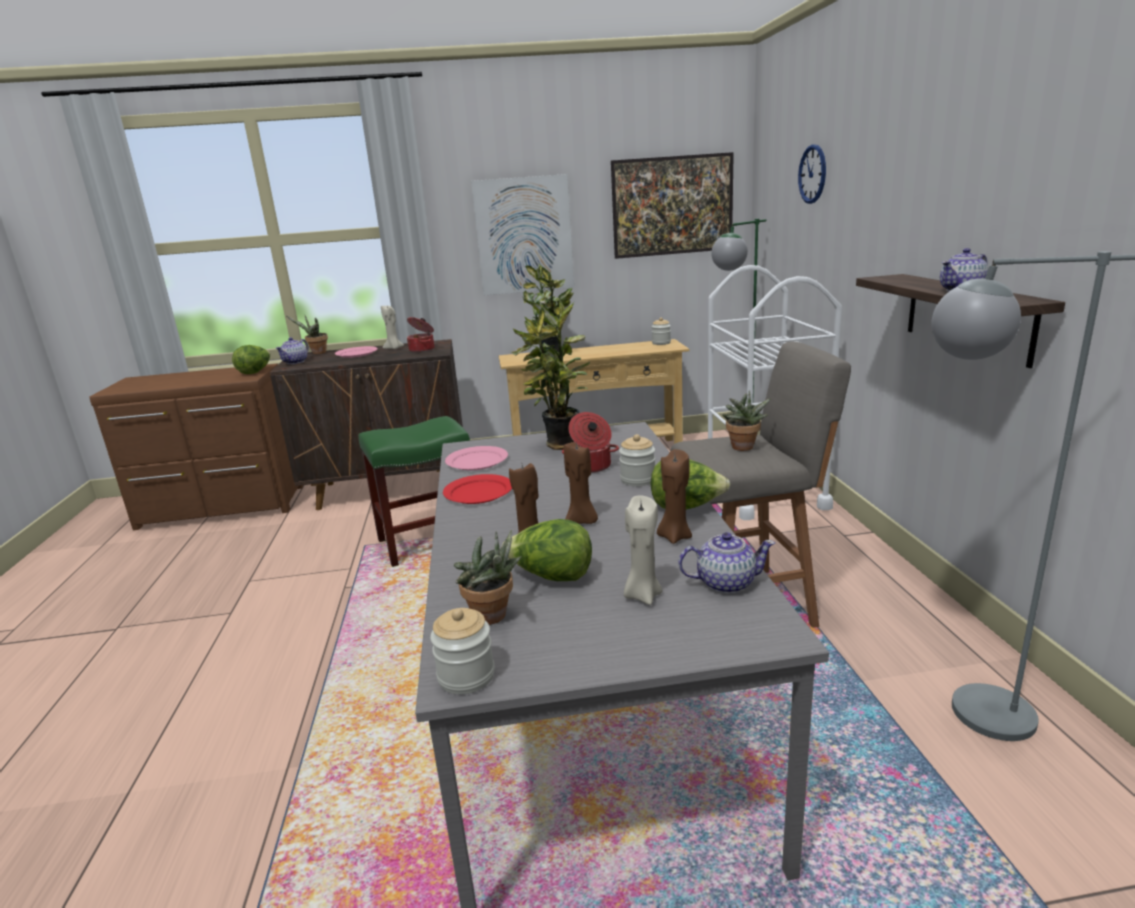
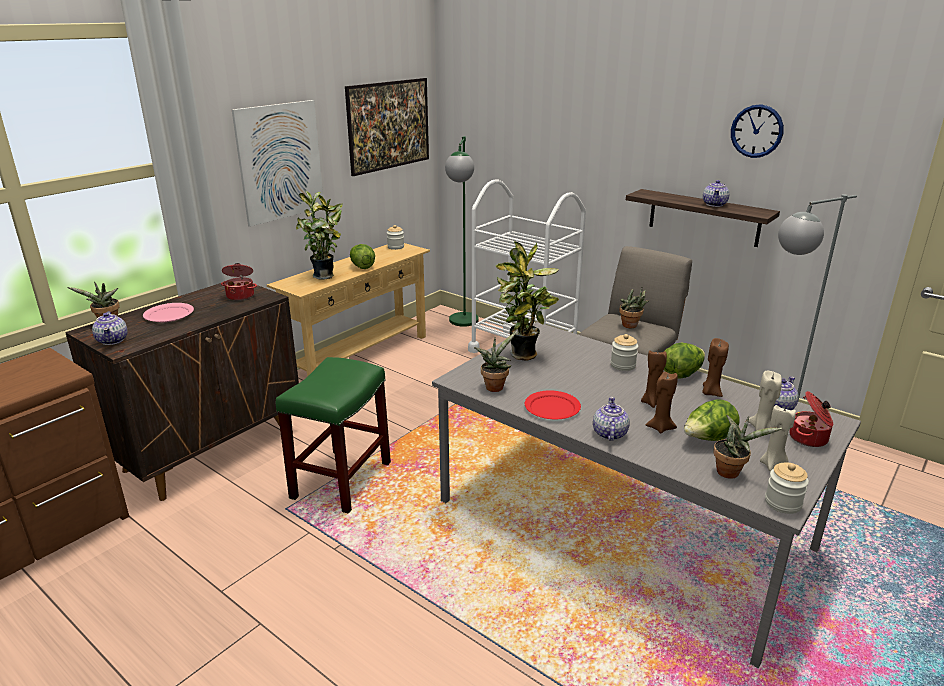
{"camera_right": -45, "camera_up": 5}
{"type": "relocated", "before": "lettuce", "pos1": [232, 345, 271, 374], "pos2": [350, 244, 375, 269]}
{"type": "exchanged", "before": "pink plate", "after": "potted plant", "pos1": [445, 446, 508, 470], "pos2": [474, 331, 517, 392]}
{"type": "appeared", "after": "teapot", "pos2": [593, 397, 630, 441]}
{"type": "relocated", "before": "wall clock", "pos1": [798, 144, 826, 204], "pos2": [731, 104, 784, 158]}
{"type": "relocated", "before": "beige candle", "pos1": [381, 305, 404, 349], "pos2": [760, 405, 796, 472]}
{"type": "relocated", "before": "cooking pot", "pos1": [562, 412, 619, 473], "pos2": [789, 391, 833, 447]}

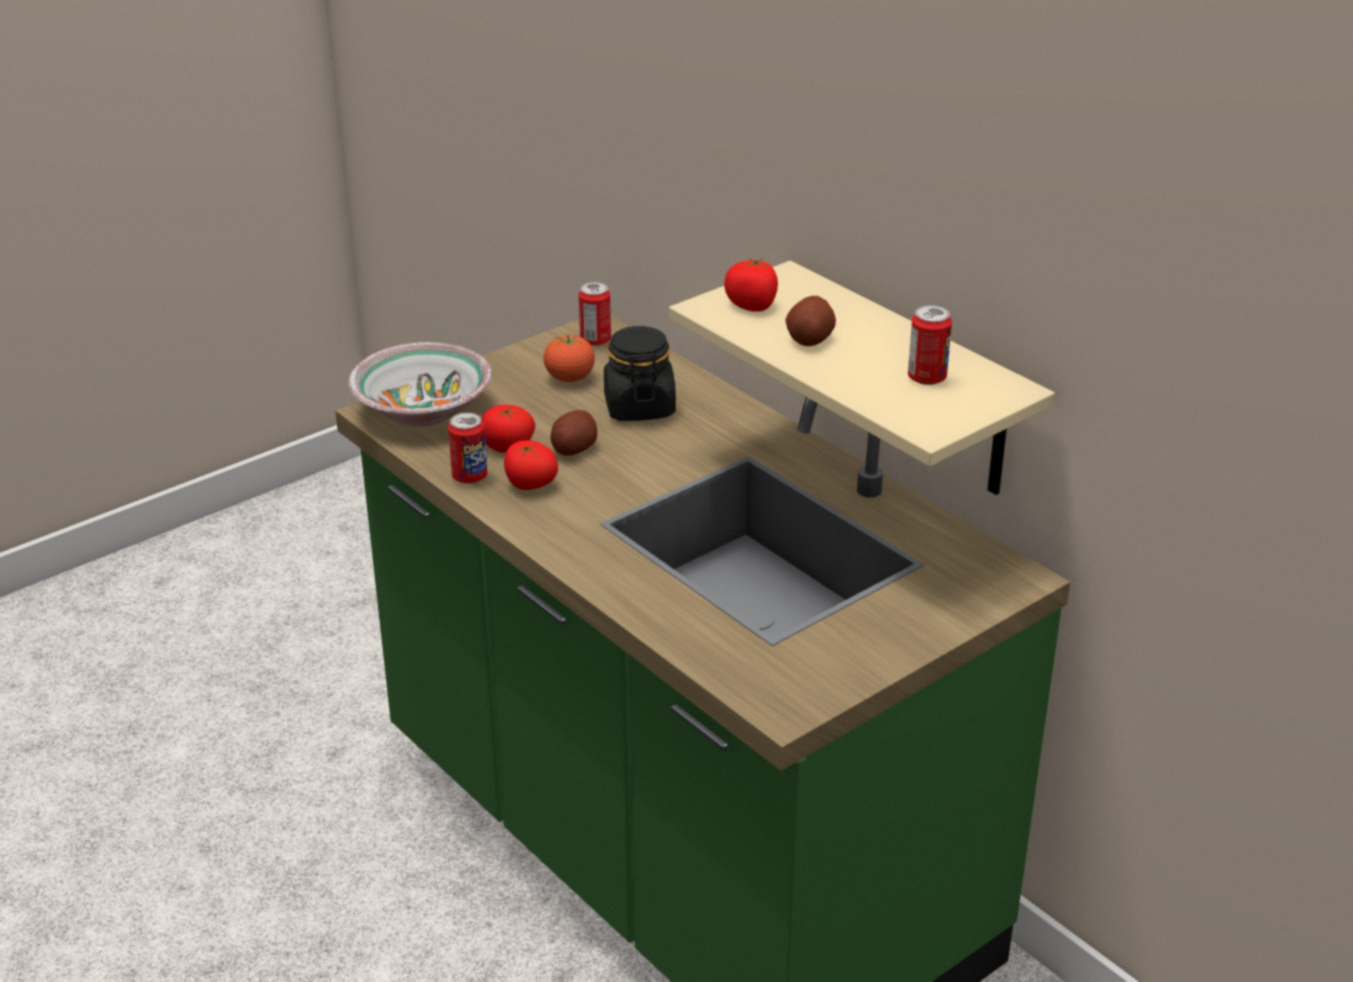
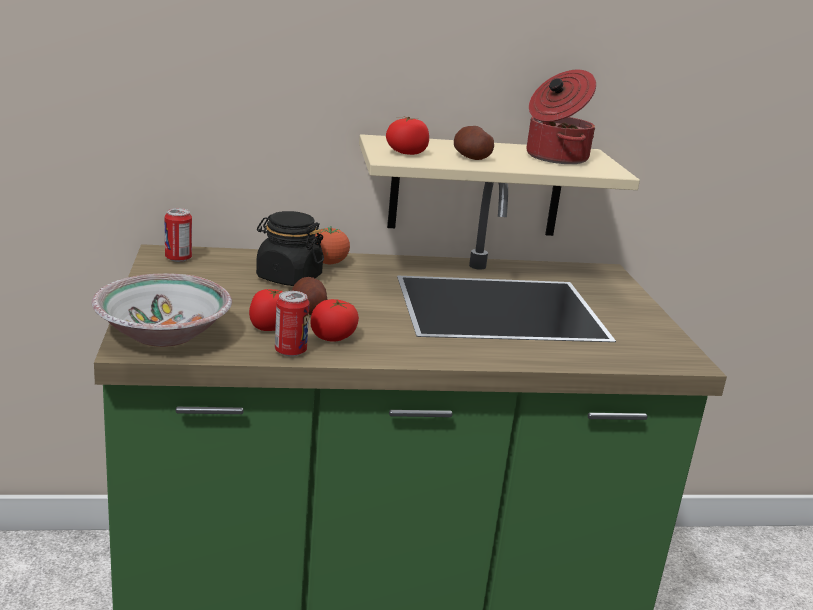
{"camera_right": -60, "camera_up": -10}
{"type": "relocated", "before": "tomato", "pos1": [544, 334, 595, 382], "pos2": [315, 227, 350, 264]}
{"type": "exchanged", "before": "can", "after": "cooking pot", "pos1": [908, 305, 952, 385], "pos2": [527, 70, 596, 164]}

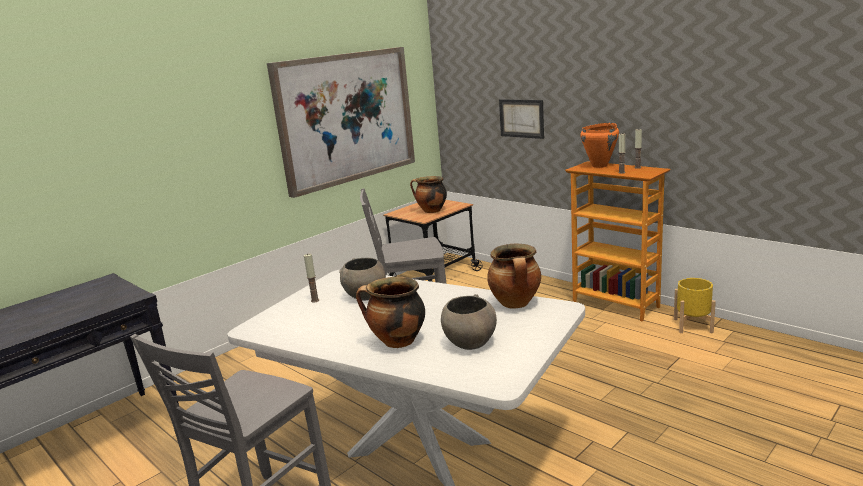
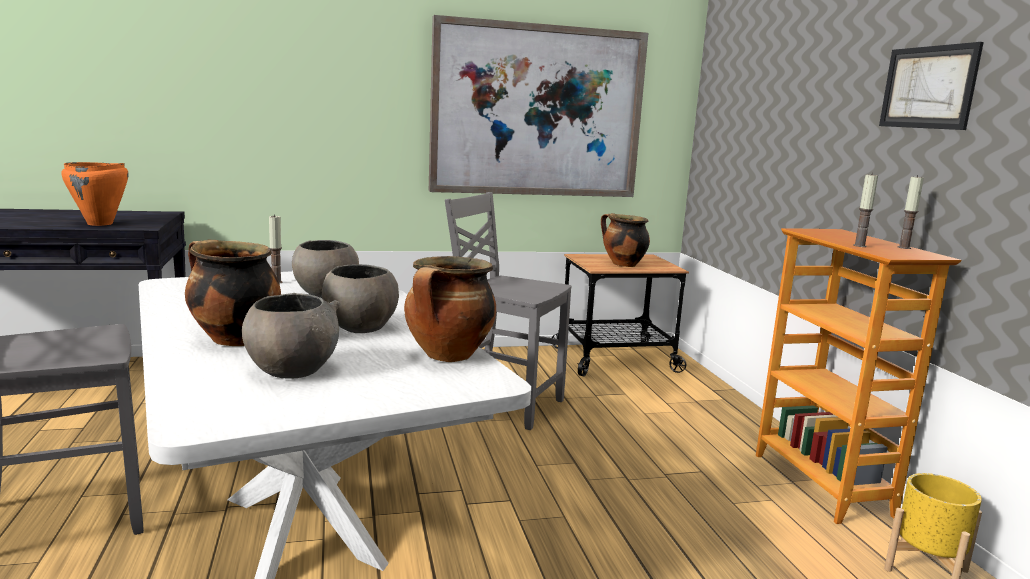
{"camera_right": 30, "camera_up": -5}
{"type": "relocated", "before": "orange cooking pot", "pos1": [580, 123, 619, 168], "pos2": [61, 162, 129, 226]}
{"type": "appeared", "after": "grey bowl", "pos2": [322, 264, 399, 333]}
{"type": "relocated", "before": "picture", "pos1": [499, 99, 544, 139], "pos2": [879, 42, 984, 130]}

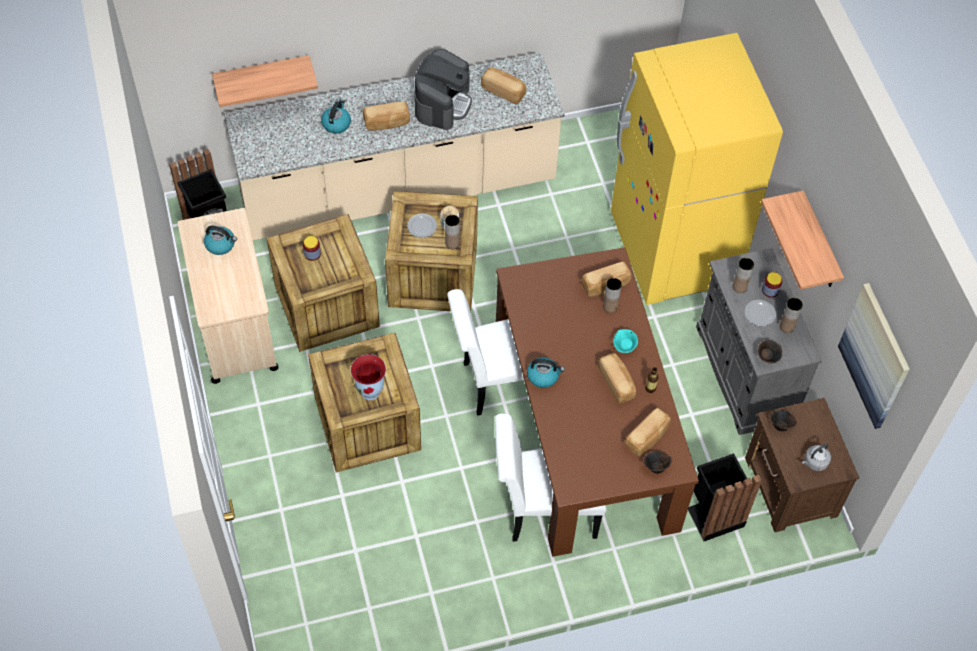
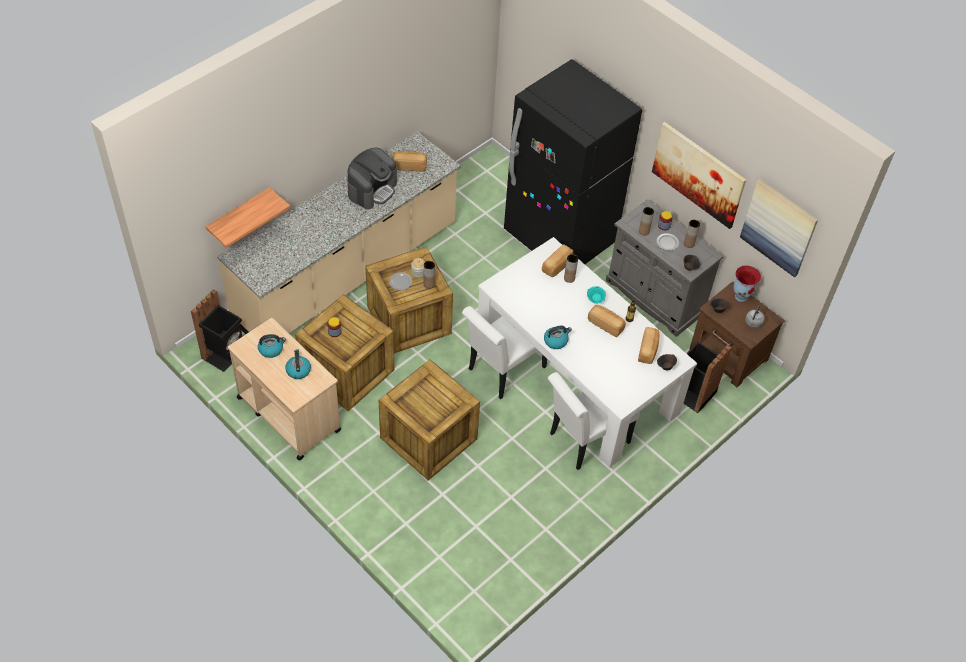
{"camera_right": -30, "camera_up": -5}
{"type": "relocated", "before": "kettle", "pos1": [321, 99, 351, 134], "pos2": [285, 349, 311, 379]}
{"type": "spun", "before": "coffee machine", "pos1": [414, 49, 472, 130], "pos2": [347, 148, 397, 209], "turn": 45}
{"type": "colour", "before": "brown dining table", "after": "white dining table", "pos1": [496, 247, 699, 557], "pos2": [478, 237, 697, 468]}
{"type": "colour", "before": "yellow fridge", "after": "black fridge", "pos1": [611, 33, 783, 305], "pos2": [504, 59, 642, 264]}
{"type": "exchanged", "before": "shelf", "after": "picture", "pos1": [761, 190, 844, 290], "pos2": [652, 122, 746, 229]}
{"type": "relocated", "before": "vase", "pos1": [351, 354, 386, 400], "pos2": [733, 265, 761, 302]}
{"type": "missing", "before": "bread", "pos1": [363, 101, 410, 131]}

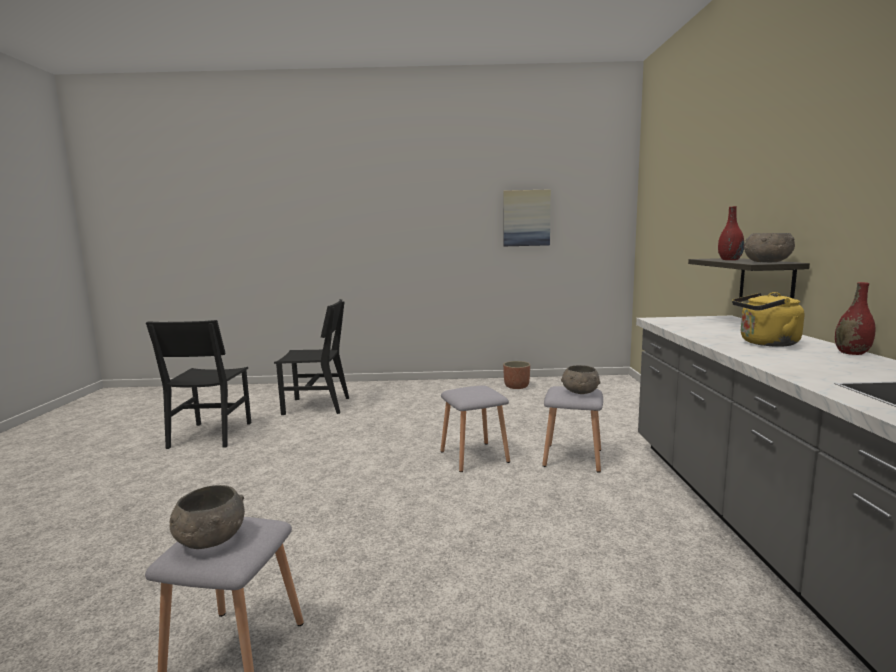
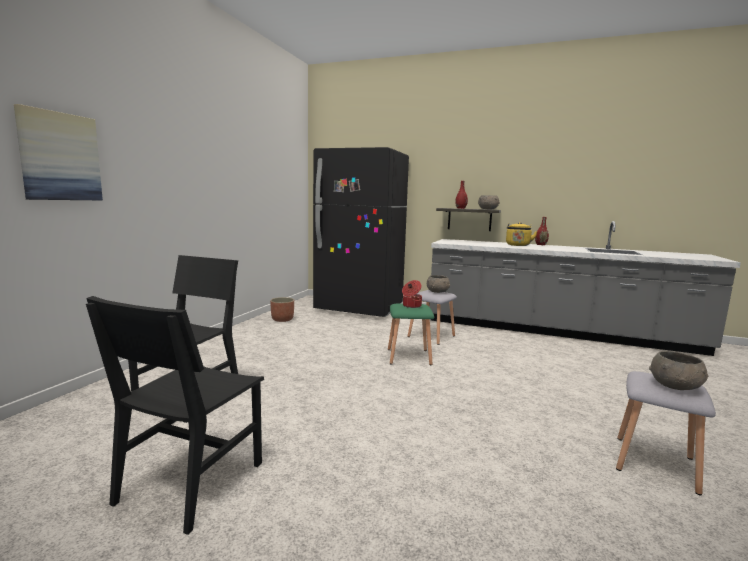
{"camera_right": -70, "camera_up": 0}
{"type": "relocated", "before": "picture", "pos1": [503, 189, 551, 246], "pos2": [14, 104, 103, 200]}
{"type": "spun", "before": "black chair", "pos1": [146, 320, 251, 449], "pos2": [86, 296, 264, 535], "turn": 90}
{"type": "appeared", "after": "black fridge", "pos2": [313, 147, 409, 317]}
{"type": "colour", "before": "grey stool", "after": "green stool", "pos1": [441, 385, 510, 472], "pos2": [388, 303, 434, 365]}
{"type": "appeared", "after": "cooking pot", "pos2": [402, 280, 422, 308]}

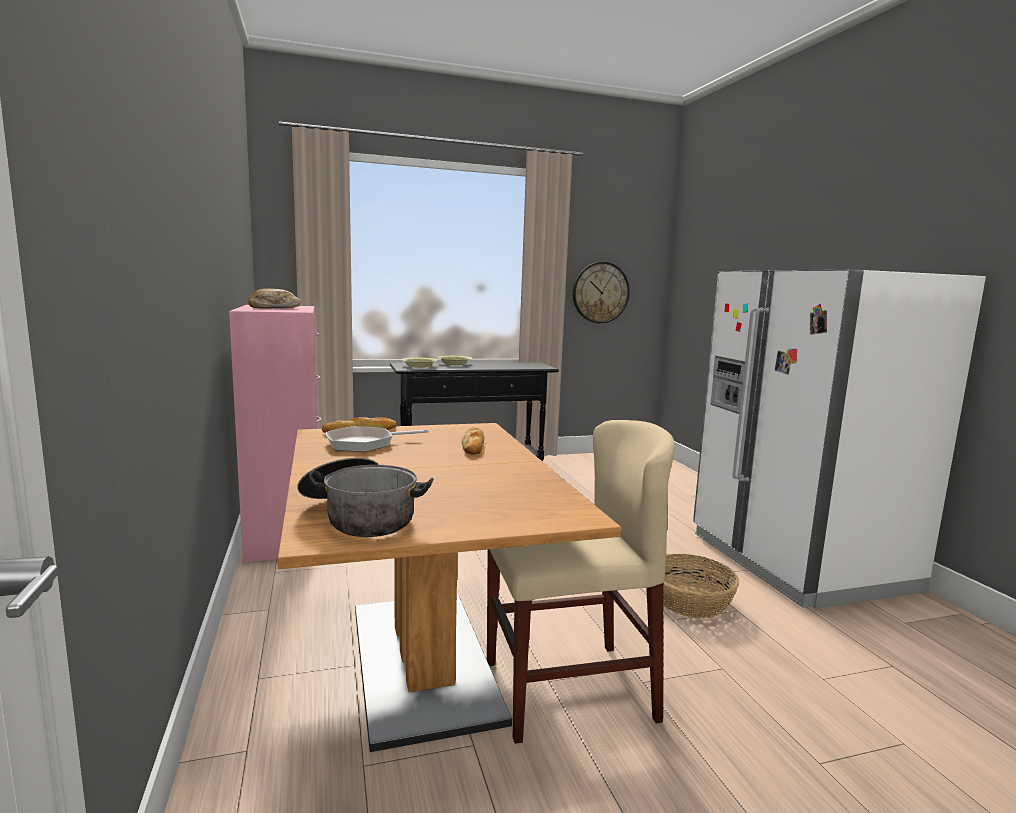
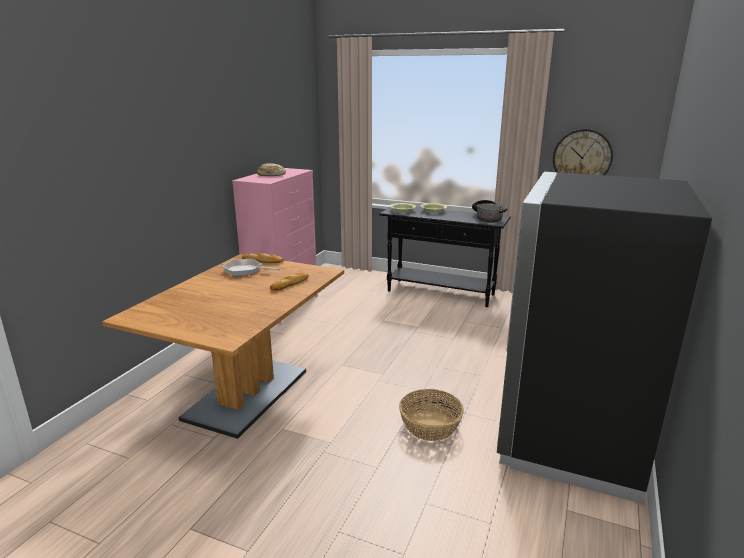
{"camera_right": 40, "camera_up": 10}
{"type": "relocated", "before": "cooking pot", "pos1": [297, 458, 434, 537], "pos2": [472, 200, 507, 223]}
{"type": "colour", "before": "white fridge", "after": "black fridge", "pos1": [693, 269, 986, 609], "pos2": [497, 172, 712, 504]}
{"type": "missing", "before": "beige chair", "pos1": [487, 420, 675, 744]}

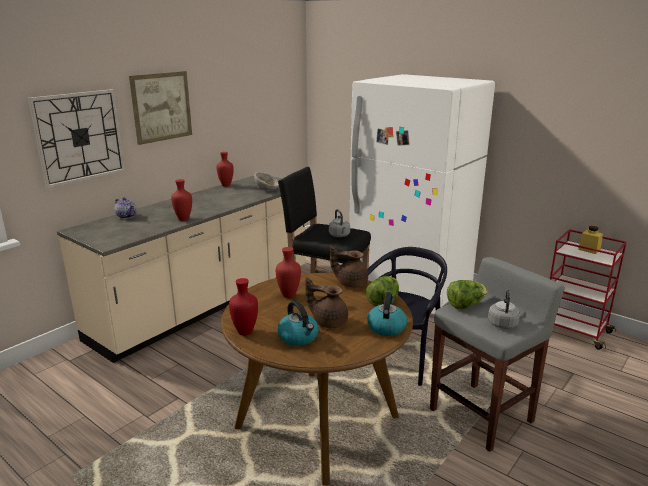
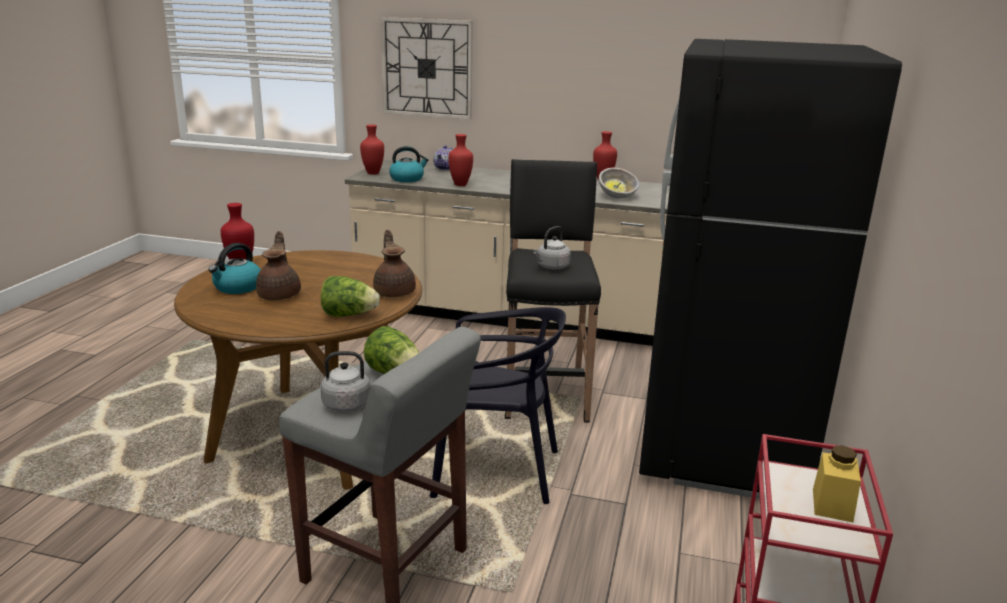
{"camera_right": 65, "camera_up": 0}
{"type": "relocated", "before": "red vase", "pos1": [276, 247, 301, 298], "pos2": [360, 124, 384, 175]}
{"type": "relocated", "before": "kettle", "pos1": [367, 292, 407, 336], "pos2": [389, 146, 429, 182]}
{"type": "colour", "before": "white fridge", "after": "black fridge", "pos1": [349, 74, 495, 314], "pos2": [639, 39, 902, 499]}
{"type": "missing", "before": "picture", "pos1": [129, 71, 192, 145]}

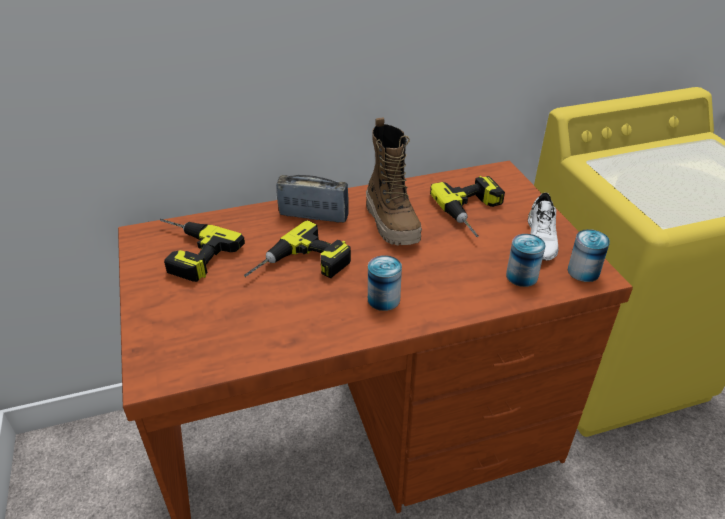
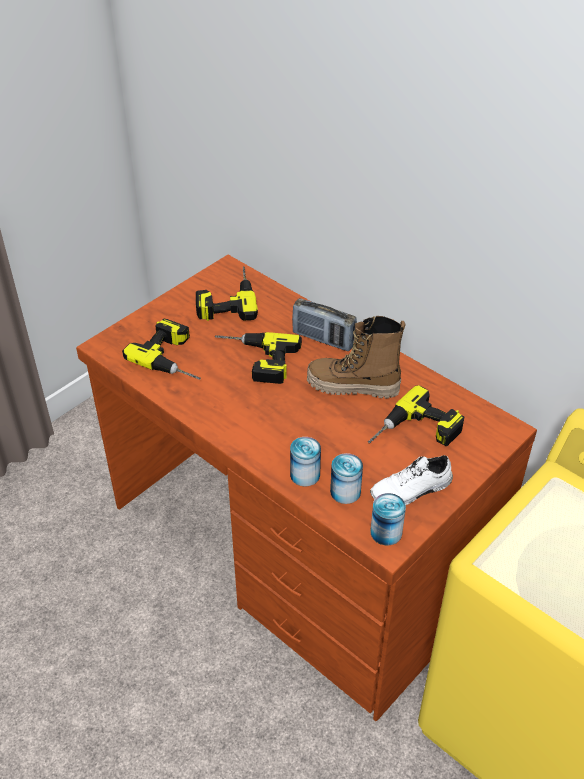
{"camera_right": 60, "camera_up": 5}
{"type": "appeared", "after": "power drill", "pos2": [122, 318, 201, 380]}
{"type": "relocated", "before": "can", "pos1": [368, 255, 402, 311], "pos2": [290, 437, 321, 486]}
{"type": "spun", "before": "radio", "pos1": [276, 175, 349, 223], "pos2": [292, 298, 357, 351], "turn": 135}
{"type": "spun", "before": "boot", "pos1": [366, 117, 422, 245], "pos2": [307, 316, 406, 399], "turn": 60}

